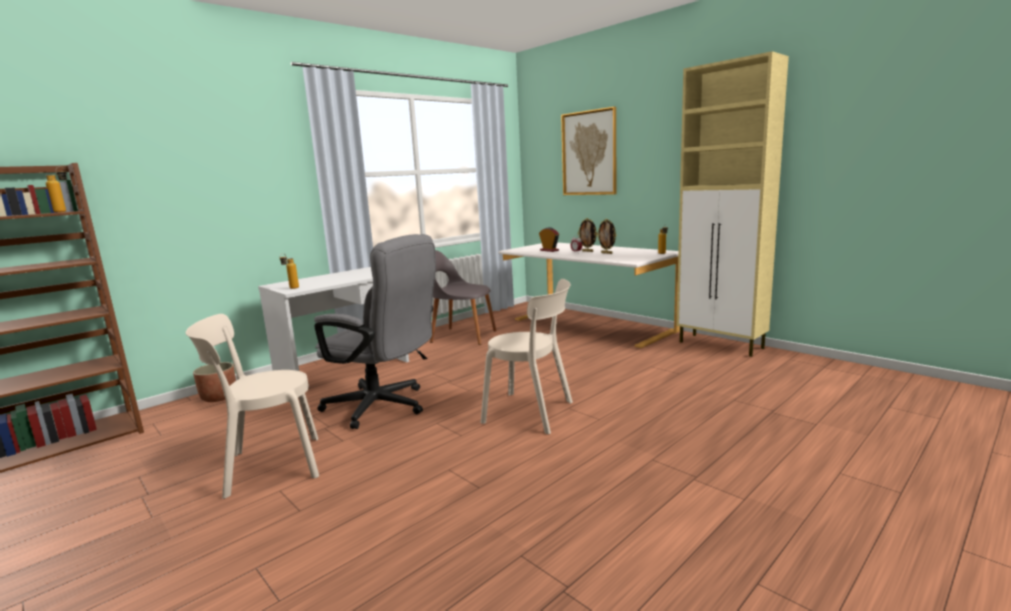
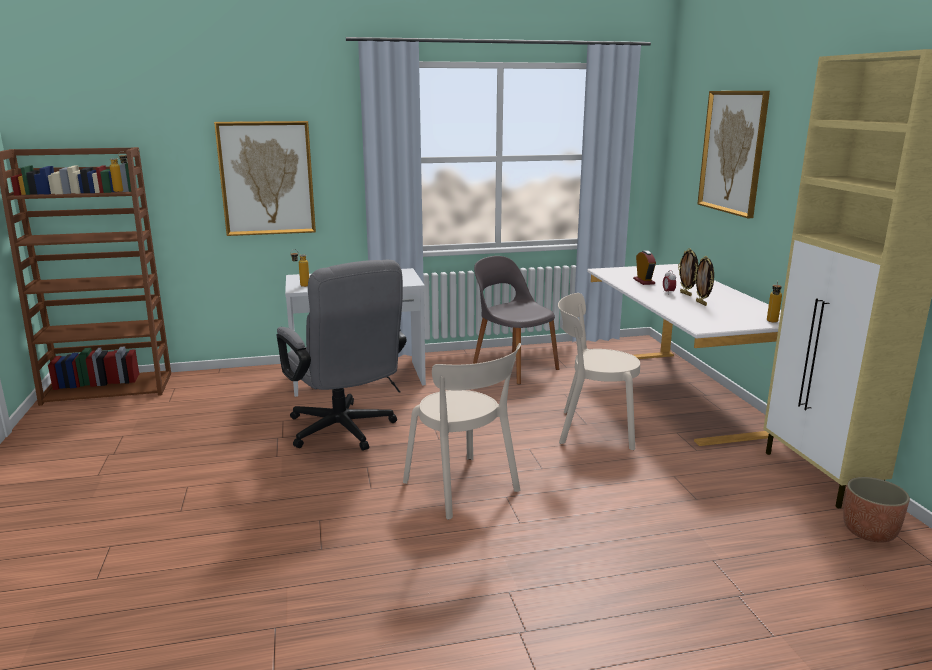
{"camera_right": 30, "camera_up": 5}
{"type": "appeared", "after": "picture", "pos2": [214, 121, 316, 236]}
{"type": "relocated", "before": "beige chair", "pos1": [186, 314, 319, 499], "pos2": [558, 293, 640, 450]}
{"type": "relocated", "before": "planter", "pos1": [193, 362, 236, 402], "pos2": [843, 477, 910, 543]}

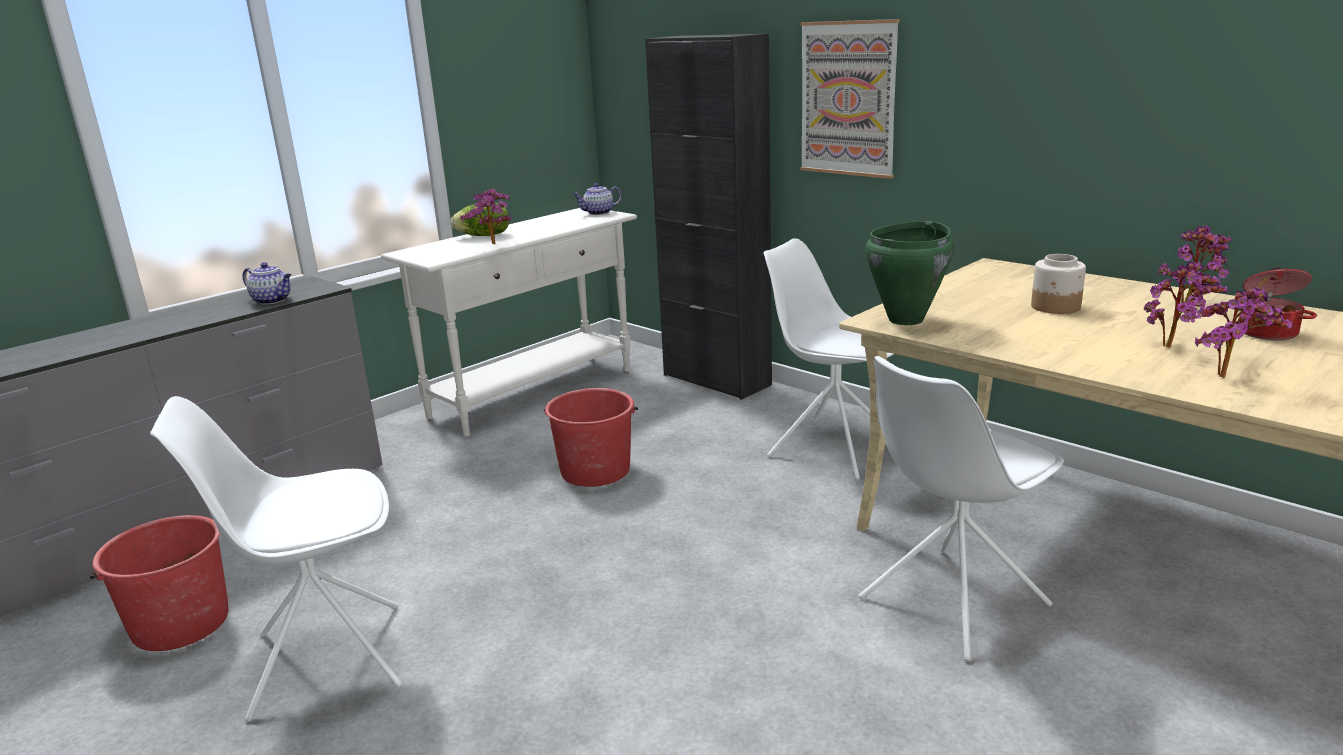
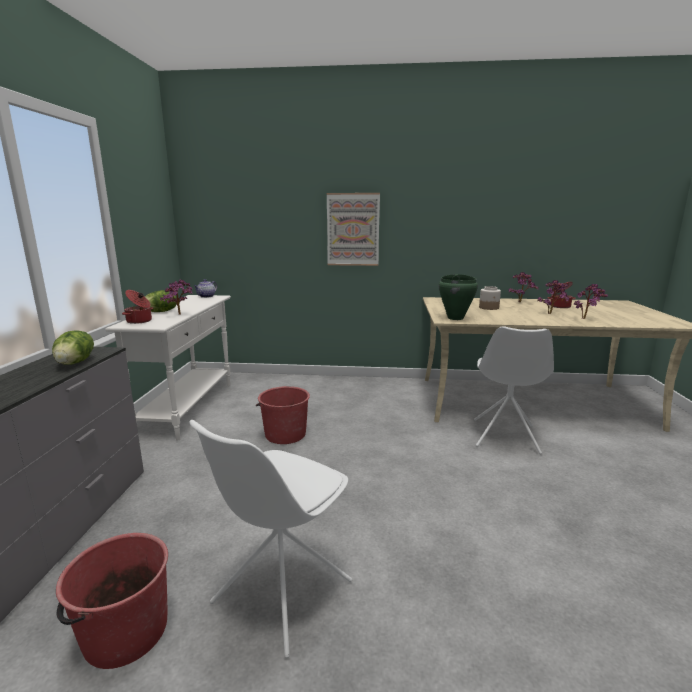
{"camera_right": -40, "camera_up": -5}
{"type": "exchanged", "before": "teapot", "after": "lettuce", "pos1": [242, 262, 291, 305], "pos2": [52, 330, 94, 365]}
{"type": "appeared", "after": "cooking pot", "pos2": [122, 290, 153, 324]}
{"type": "missing", "before": "black cabinet", "pos1": [645, 33, 772, 400]}
{"type": "missing", "before": "white chair", "pos1": [763, 238, 893, 480]}

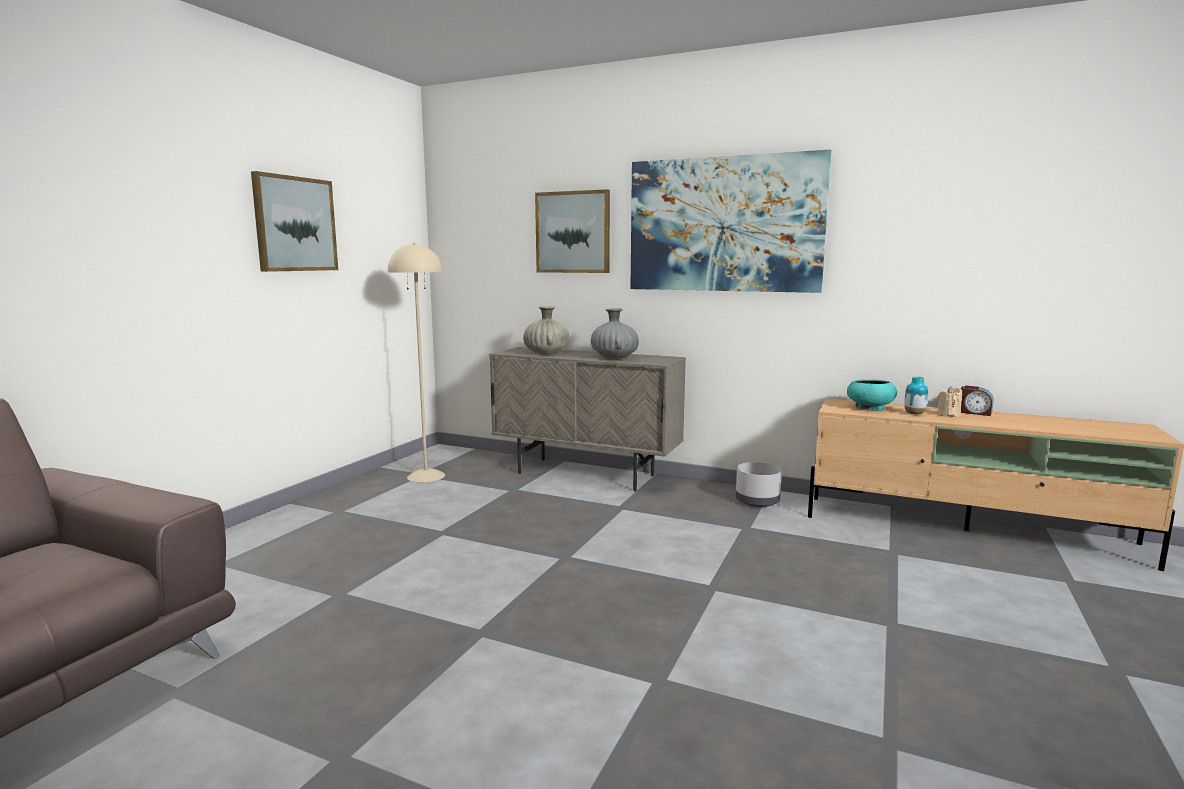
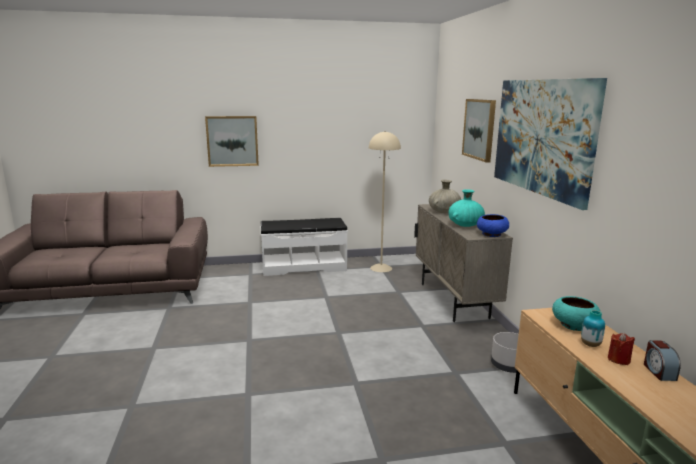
{"camera_right": 55, "camera_up": 5}
{"type": "relocated", "before": "picture", "pos1": [251, 171, 338, 272], "pos2": [205, 116, 259, 167]}
{"type": "appeared", "after": "white bench", "pos2": [260, 218, 348, 276]}
{"type": "colour", "before": "grey vase", "after": "turquoise vase", "pos1": [591, 308, 639, 359], "pos2": [448, 190, 485, 227]}
{"type": "appeared", "after": "blue bowl", "pos2": [477, 214, 509, 237]}
{"type": "colour", "before": "beige candle", "after": "red candle", "pos1": [937, 386, 962, 417], "pos2": [608, 333, 635, 365]}

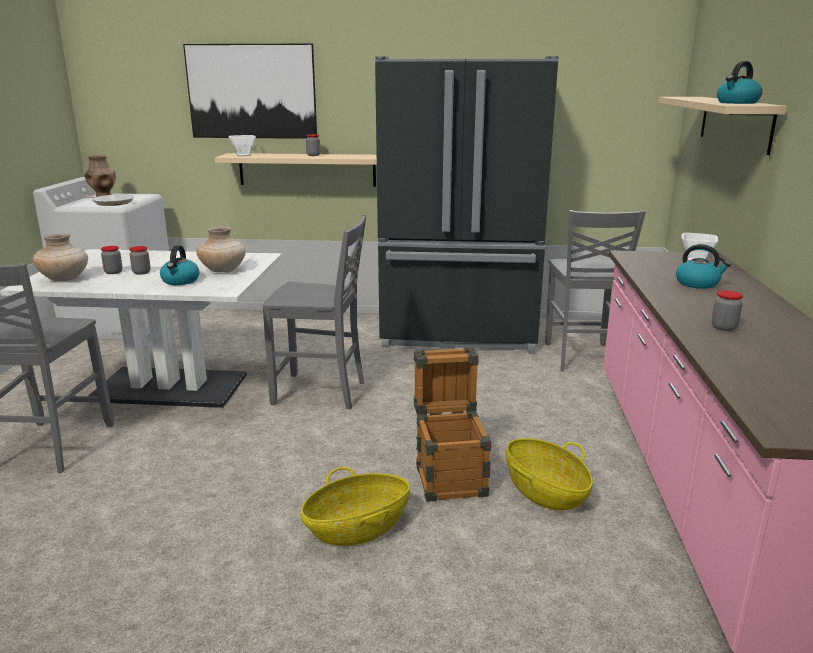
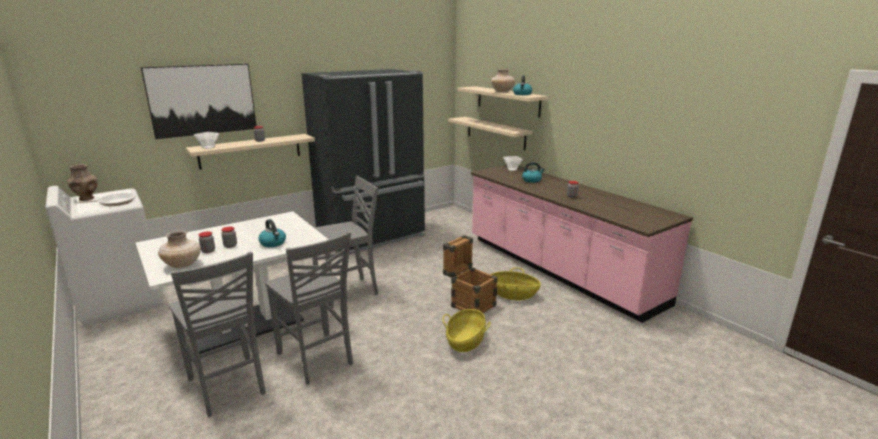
{"camera_right": -40, "camera_up": 0}
{"type": "relocated", "before": "grey chair", "pos1": [545, 210, 646, 372], "pos2": [265, 232, 353, 385]}
{"type": "appeared", "after": "beige shelf", "pos2": [448, 117, 532, 150]}
{"type": "relocated", "before": "beige vase", "pos1": [196, 227, 246, 272], "pos2": [491, 69, 515, 92]}

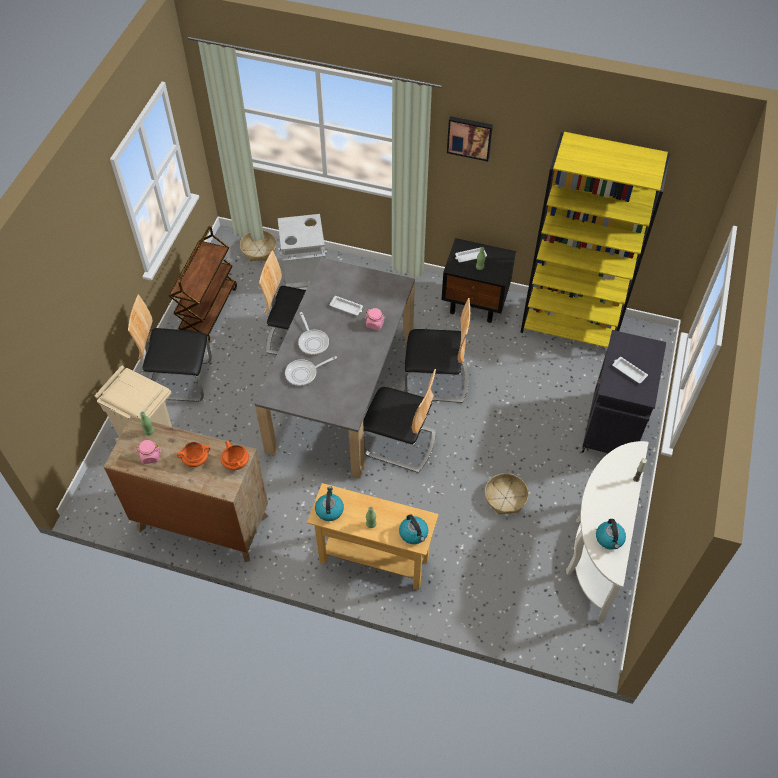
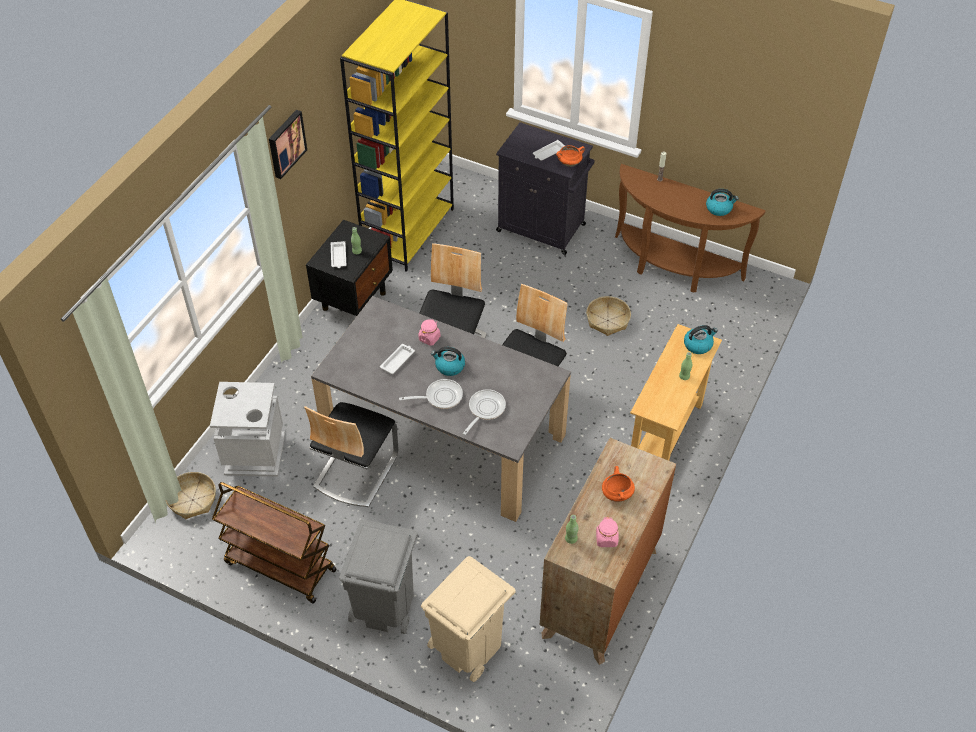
{"camera_right": -80, "camera_up": -5}
{"type": "exchanged", "before": "chair", "after": "grey trash can", "pos1": [128, 294, 212, 402], "pos2": [339, 519, 418, 634]}
{"type": "relocated", "before": "kettle", "pos1": [315, 486, 344, 521], "pos2": [431, 347, 465, 376]}
{"type": "spun", "before": "frying pan", "pos1": [285, 356, 337, 386], "pos2": [463, 389, 506, 435], "turn": -135}
{"type": "relocated", "before": "orange cooking pot", "pos1": [221, 441, 249, 470], "pos2": [556, 145, 585, 167]}
{"type": "colour", "before": "white console table", "after": "brown console table", "pos1": [566, 441, 649, 623], "pos2": [615, 164, 766, 293]}

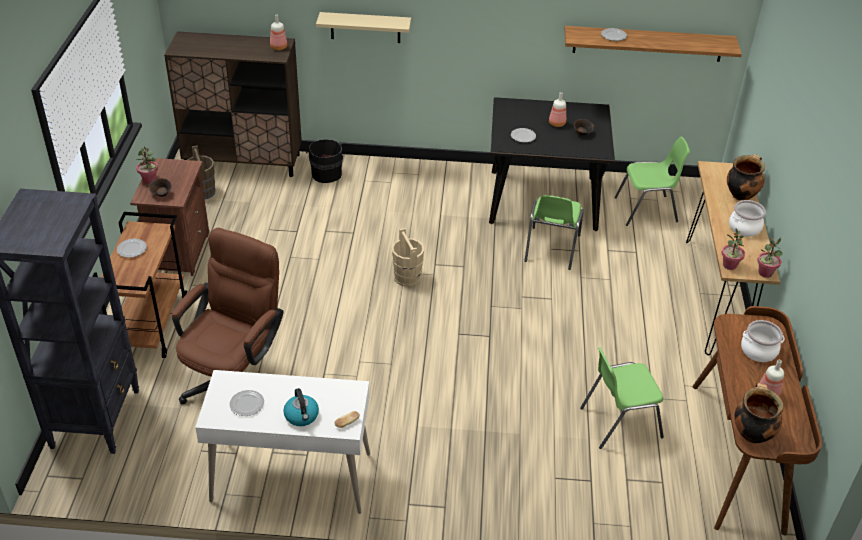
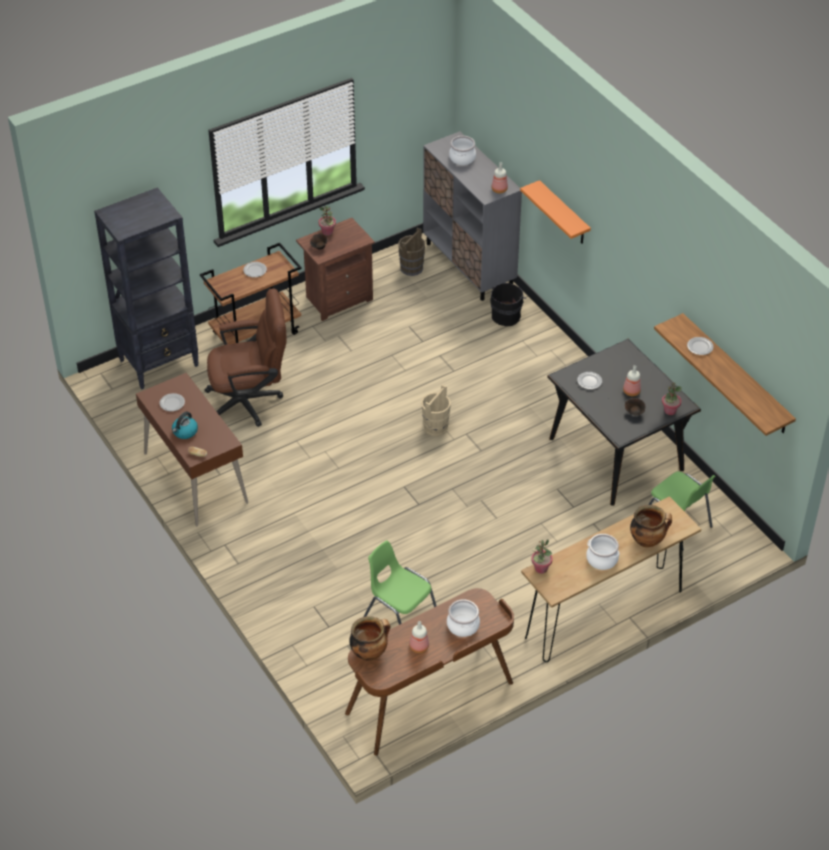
{"camera_right": 55, "camera_up": 5}
{"type": "colour", "before": "white desk", "after": "brown desk", "pos1": [195, 370, 370, 514], "pos2": [136, 373, 248, 526]}
{"type": "colour", "before": "brown cabinet", "after": "grey cabinet", "pos1": [164, 31, 302, 177], "pos2": [423, 131, 522, 301]}
{"type": "appeared", "after": "cooking pot", "pos2": [449, 136, 476, 165]}
{"type": "colour", "before": "beige shelf", "after": "orange shelf", "pos1": [316, 12, 411, 43], "pos2": [520, 180, 591, 244]}
{"type": "relocated", "before": "potted plant", "pos1": [757, 237, 783, 278], "pos2": [662, 383, 682, 415]}
{"type": "missing", "before": "green chair", "pos1": [525, 195, 584, 270]}

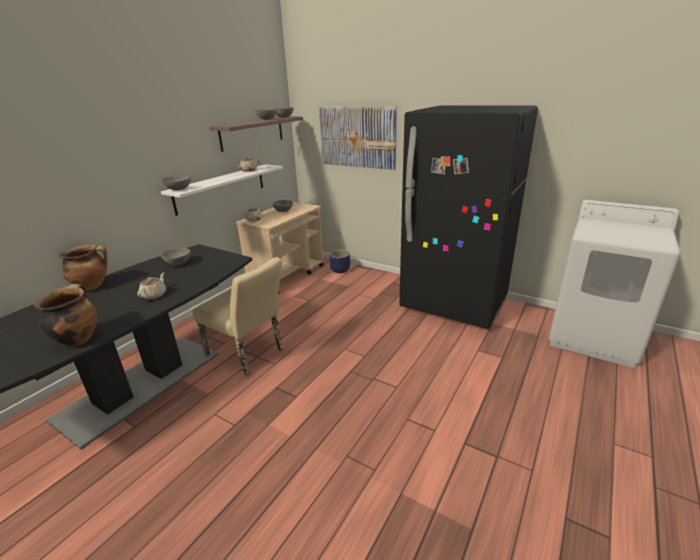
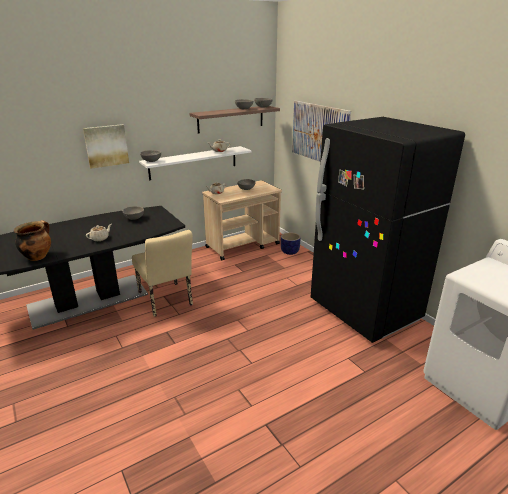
{"camera_right": 25, "camera_up": 0}
{"type": "appeared", "after": "picture", "pos2": [83, 124, 129, 169]}
{"type": "missing", "before": "cooking pot", "pos1": [59, 245, 107, 291]}

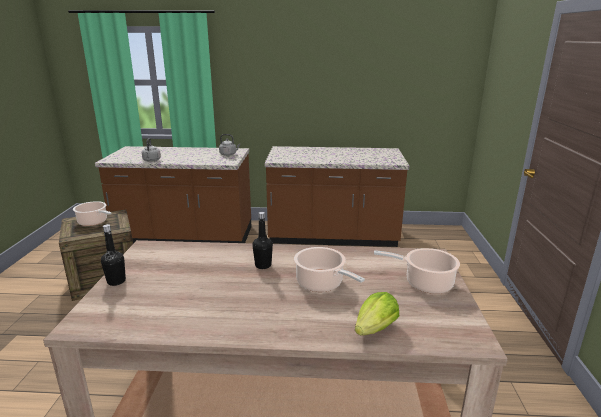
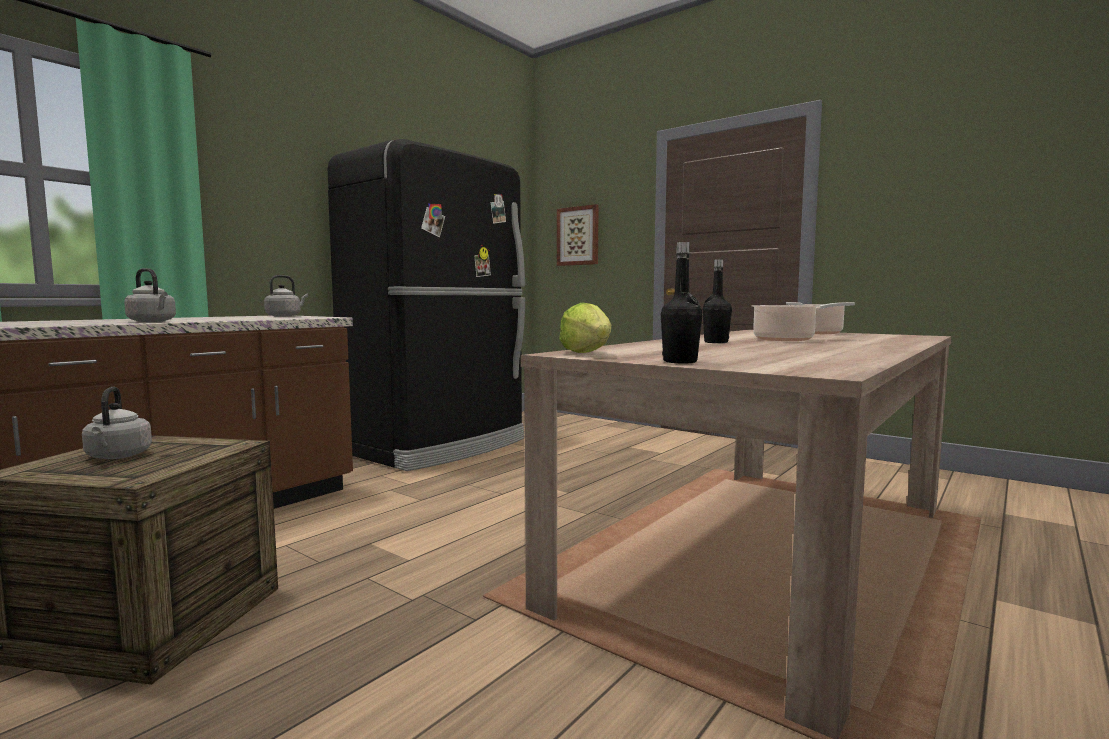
{"camera_right": -55, "camera_up": -15}
{"type": "exchanged", "before": "cooking pot", "after": "grey kettle", "pos1": [73, 201, 112, 226], "pos2": [82, 387, 152, 459]}
{"type": "exchanged", "before": "brown counter", "after": "black fridge", "pos1": [265, 146, 409, 247], "pos2": [328, 139, 525, 471]}
{"type": "appeared", "after": "picture", "pos2": [557, 204, 599, 266]}
{"type": "relocated", "before": "lettuce", "pos1": [355, 292, 399, 336], "pos2": [559, 303, 611, 353]}

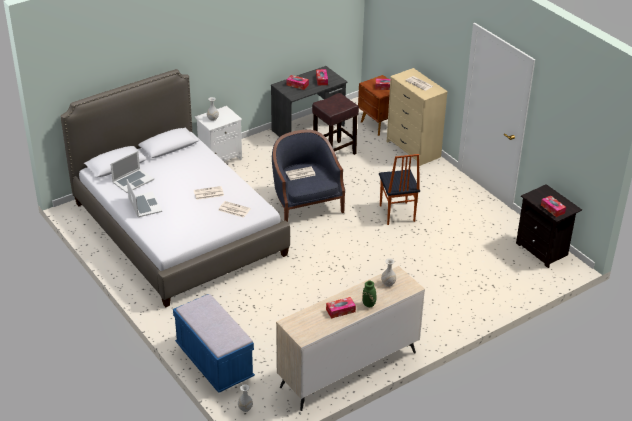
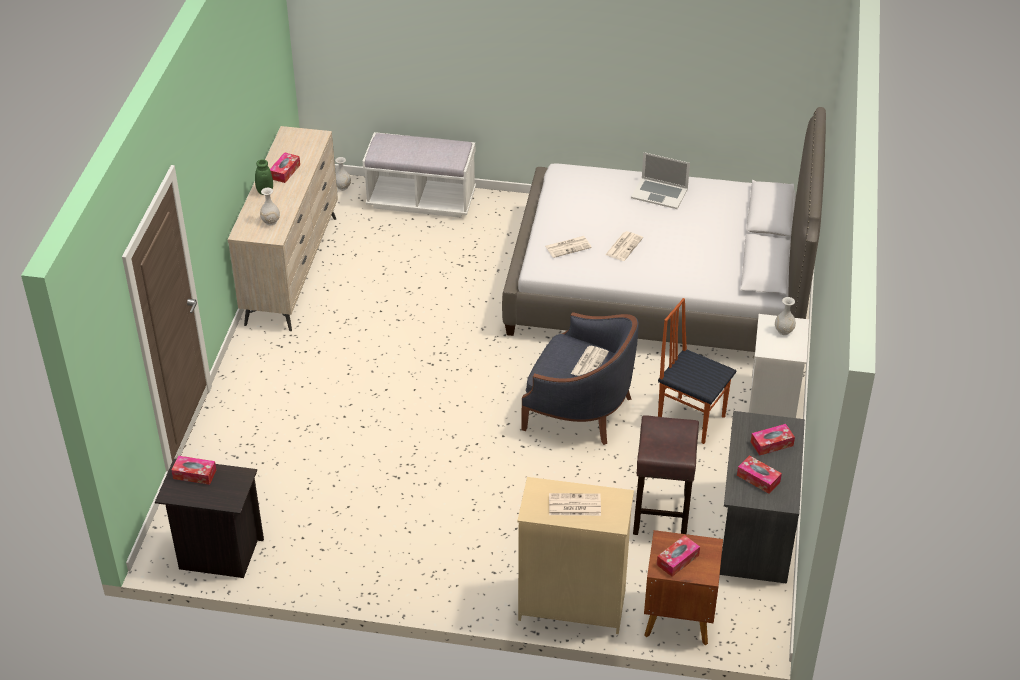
{"camera_right": 135, "camera_up": 5}
{"type": "colour", "before": "blue bench", "after": "white bench", "pos1": [173, 294, 255, 393], "pos2": [362, 132, 476, 218]}
{"type": "relocated", "before": "chair", "pos1": [379, 154, 420, 225], "pos2": [658, 298, 736, 444]}
{"type": "missing", "before": "laptop", "pos1": [110, 151, 154, 193]}

